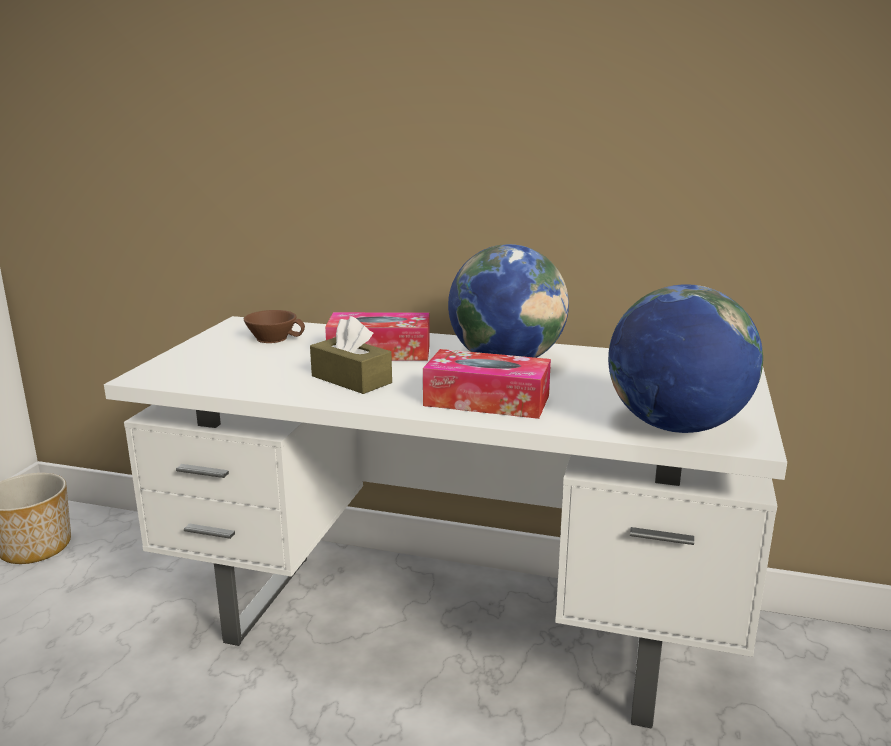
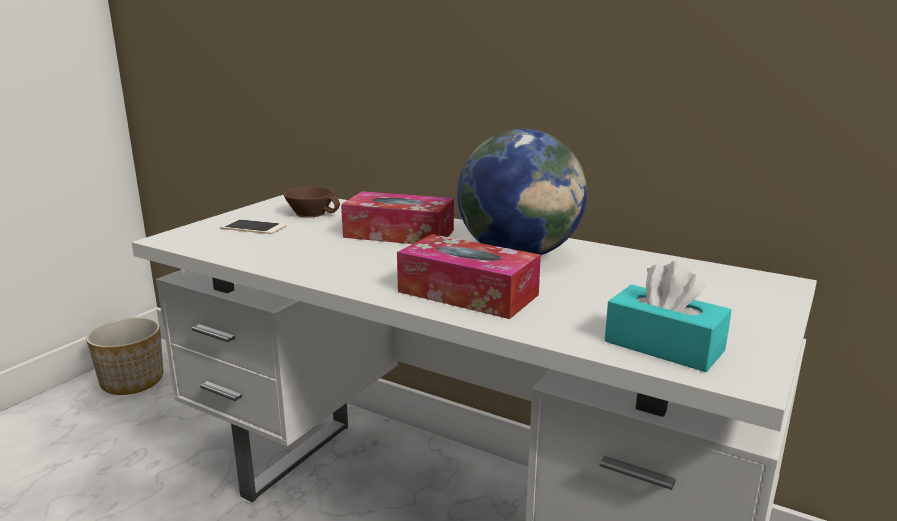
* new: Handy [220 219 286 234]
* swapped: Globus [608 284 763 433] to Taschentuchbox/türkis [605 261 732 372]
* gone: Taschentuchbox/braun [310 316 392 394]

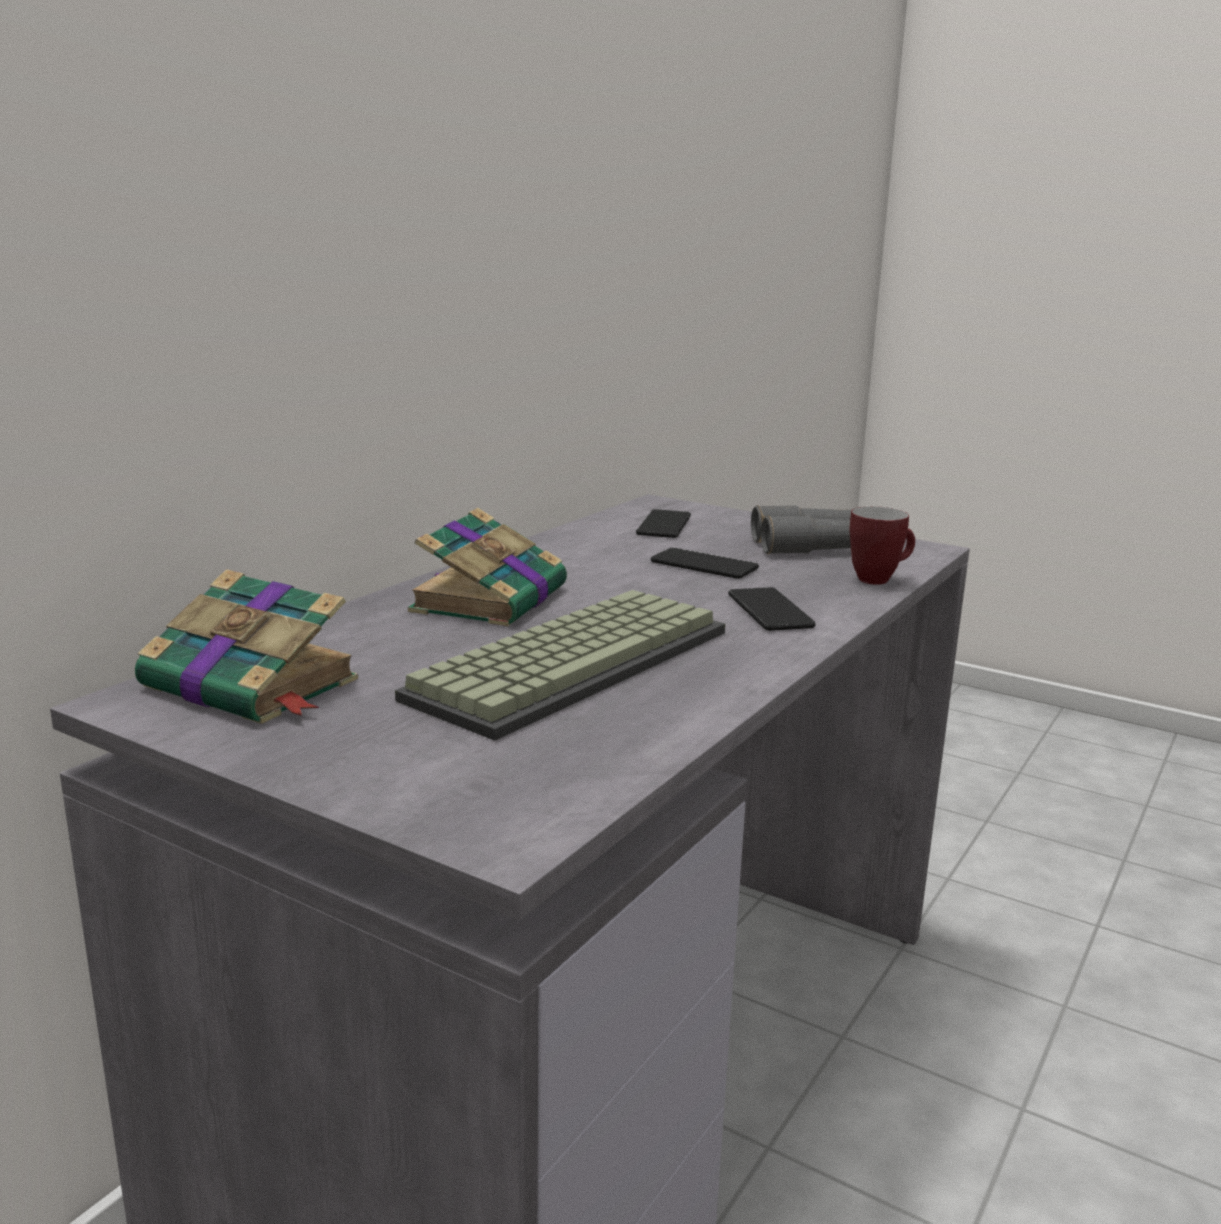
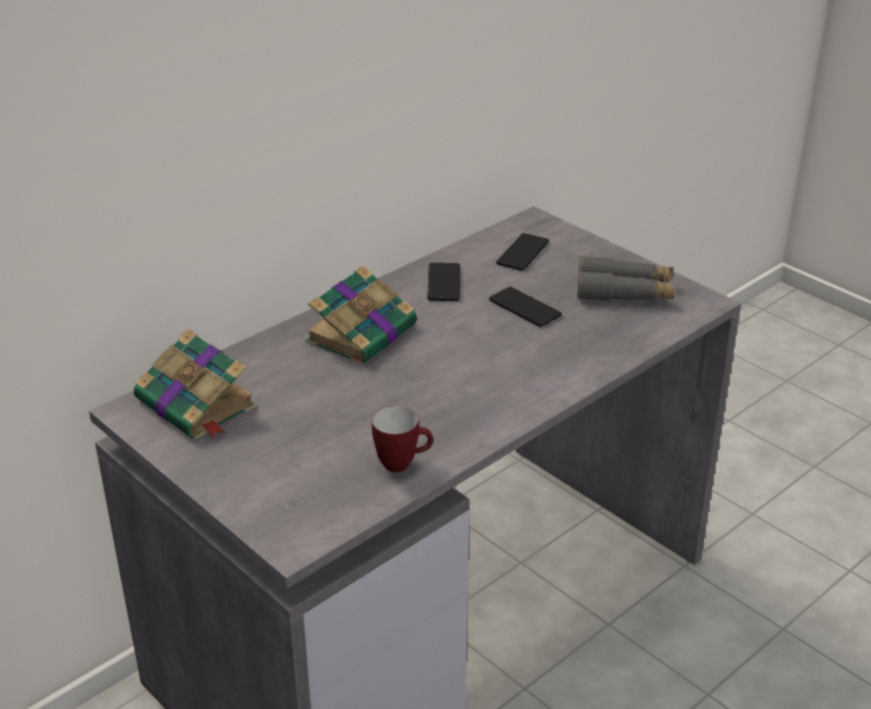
* shifted: Henkelbecher [850 506 915 585] to [372 406 433 472]
* shifted: Handy [728 587 816 631] to [427 263 460 301]
* gone: Tastatur [395 590 725 741]

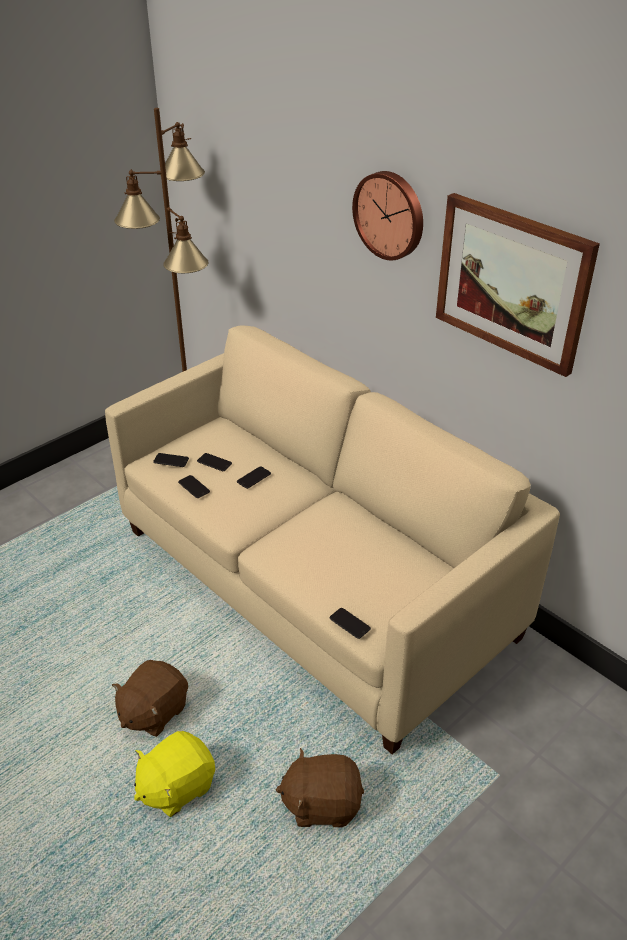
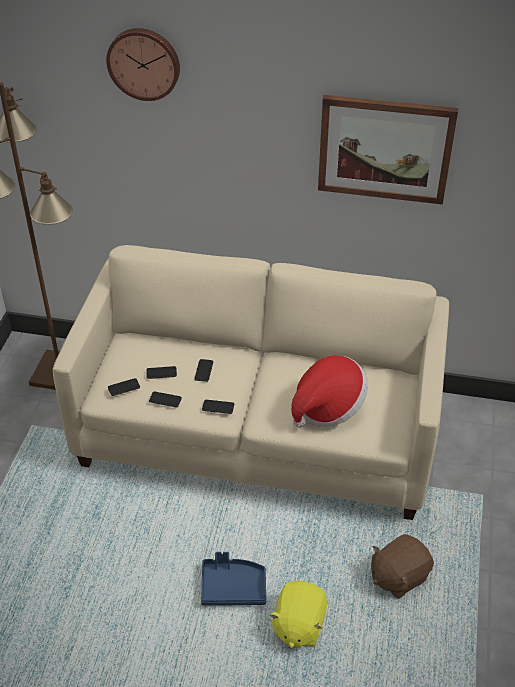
* shifted: Wanduhr [352 171 423 260] to [106 28 180 101]
* swapped: Plüschtier/braun [112 660 188 737] to Tablett/blau [201 552 266 605]
* shifted: Handy [329 608 371 639] to [202 400 234 414]
* new: Hut [291 355 368 428]

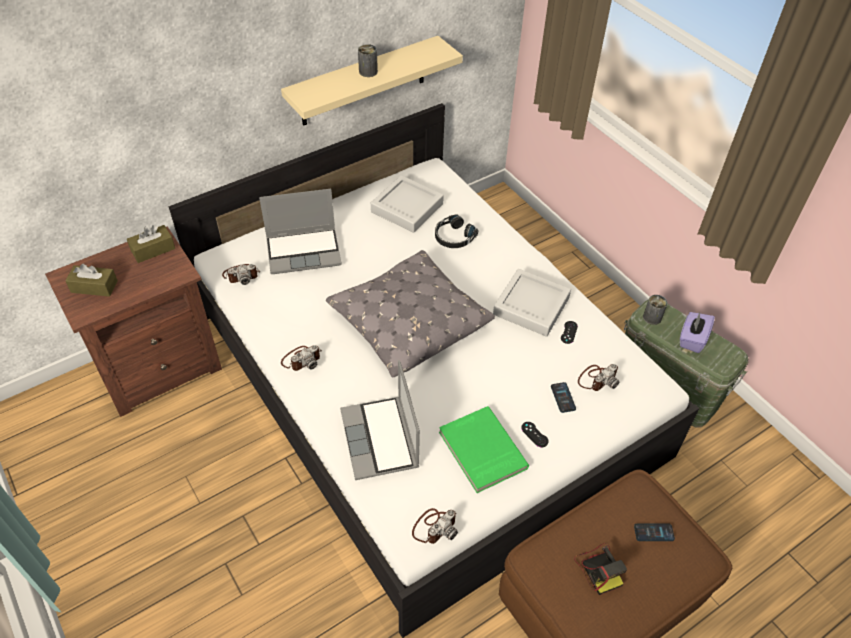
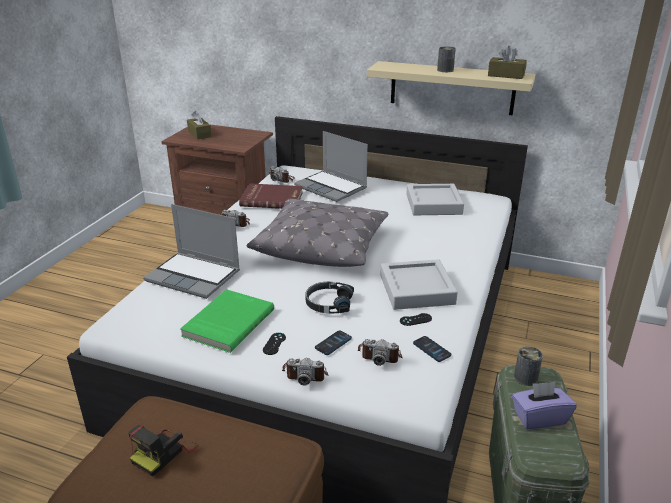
* rotated: Laptop [340 360 420 480] = [143 204 240 299] 105 degrees counterclockwise
* new: Buch/rot [239 183 303 209]
* shifted: Kamera [412 508 458 544] to [282 358 329 386]
* shifted: Kopfhörer/schwarz [435 215 478 248] to [305 282 354 313]
* shifted: Handy [634 524 675 541] to [413 336 451 362]
* shifted: Taschentuchbox/braun [127 225 175 263] to [488 46 527 79]

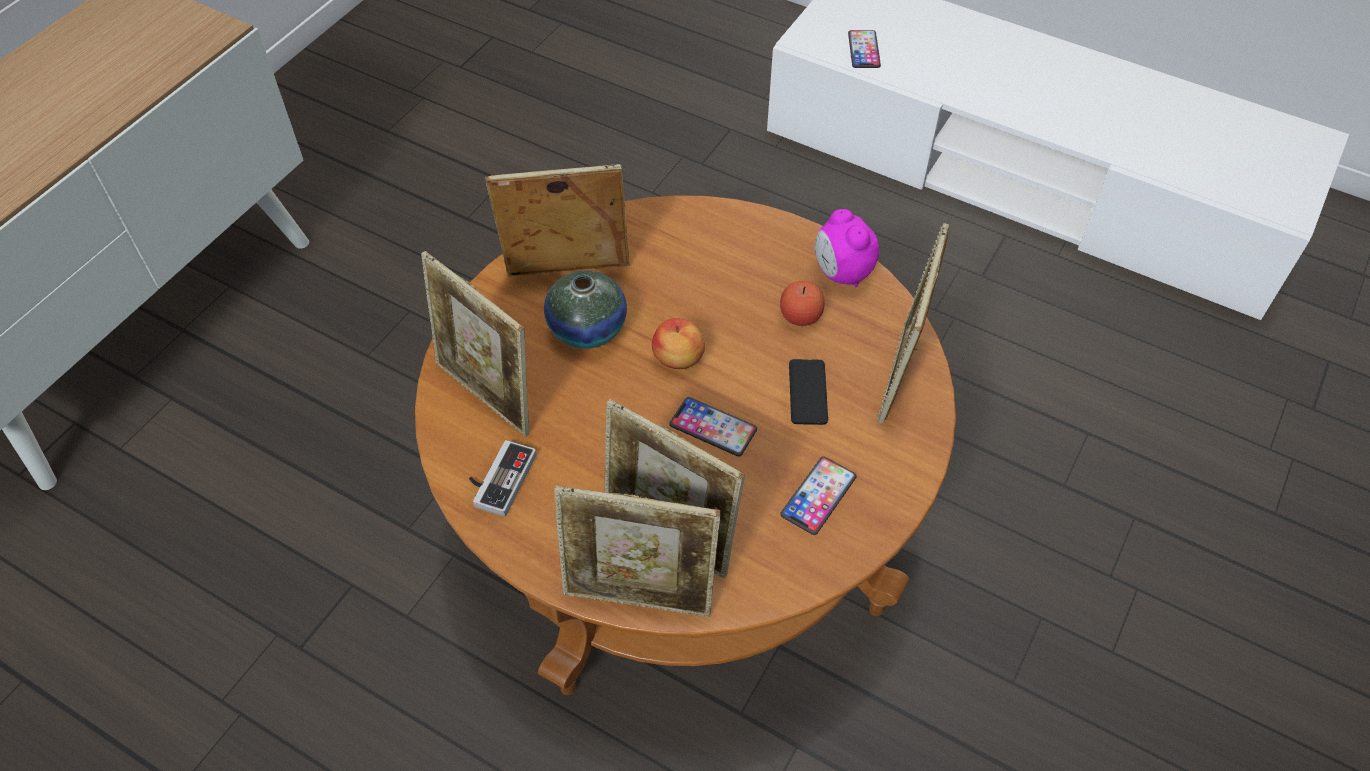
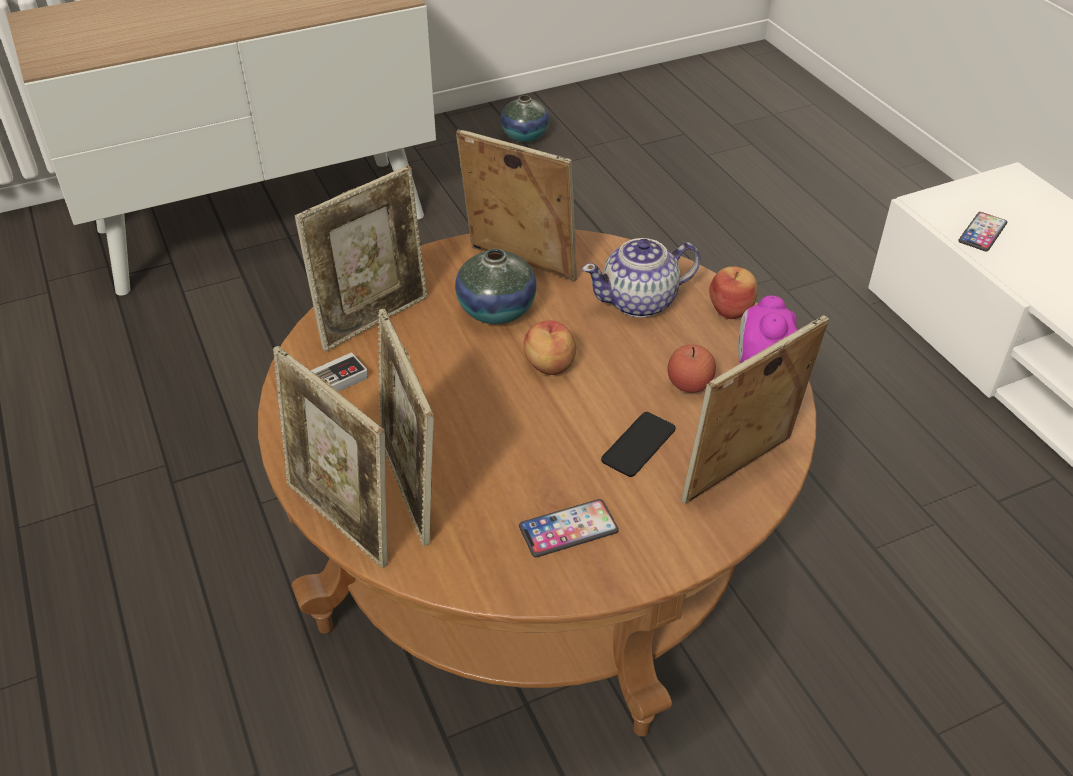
* rotated: Bilderrahmen [421 251 529 437] = [295 166 428 352] 120 degrees counterclockwise
* new: Vase [500 95 549 142]
* new: Teekanne [582 238 701 318]
* new: Apfel [709 266 758 319]
* gone: Handy [669 397 757 457]

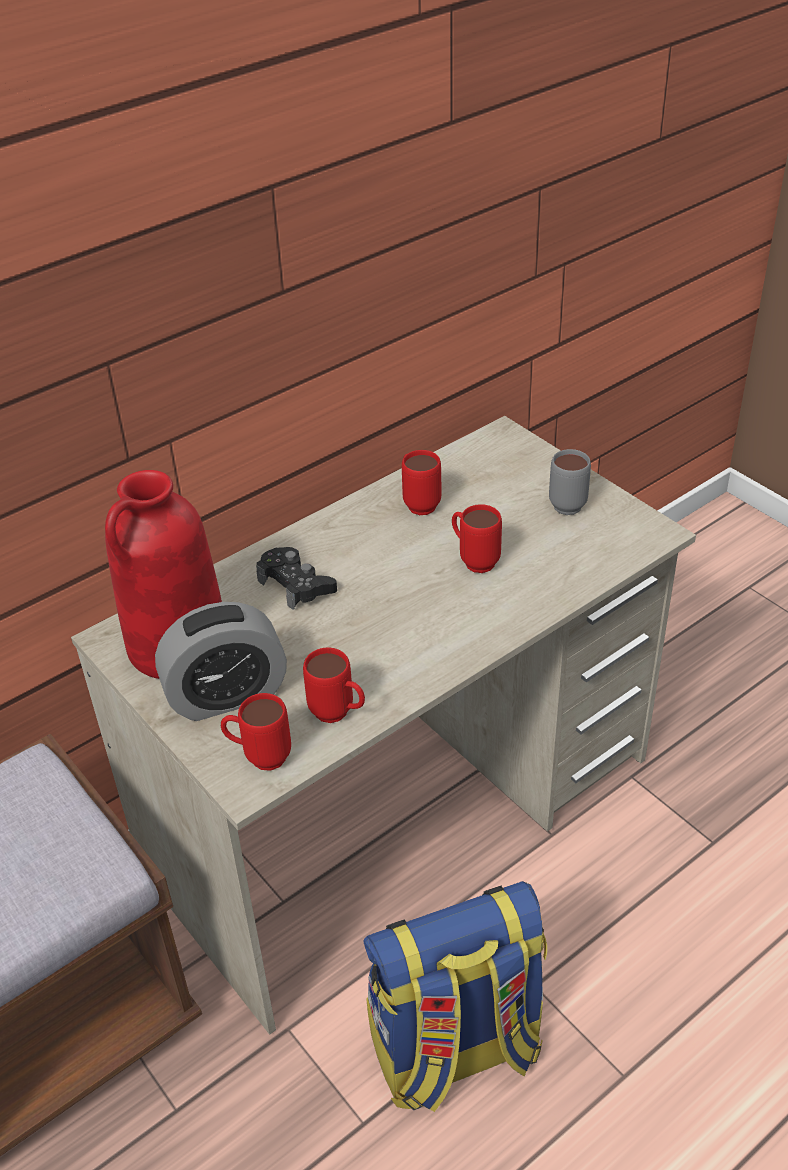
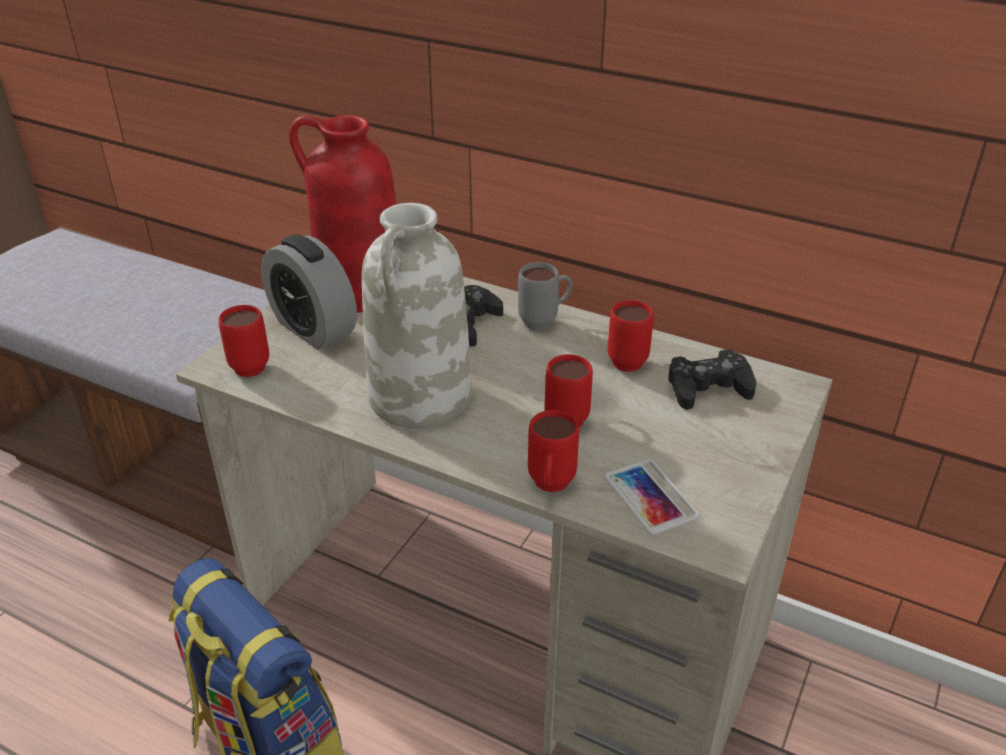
* new: Vase/weiß [362 203 471 428]
* shifted: Henkelbecher/grau [549 449 591 515] to [518 262 572 330]
* shifted: Henkelbecher/rot [303 648 365 723] to [528 410 579 492]
* new: Handy [604 459 700 535]
* new: Gamepad/schwarz [668 349 756 410]

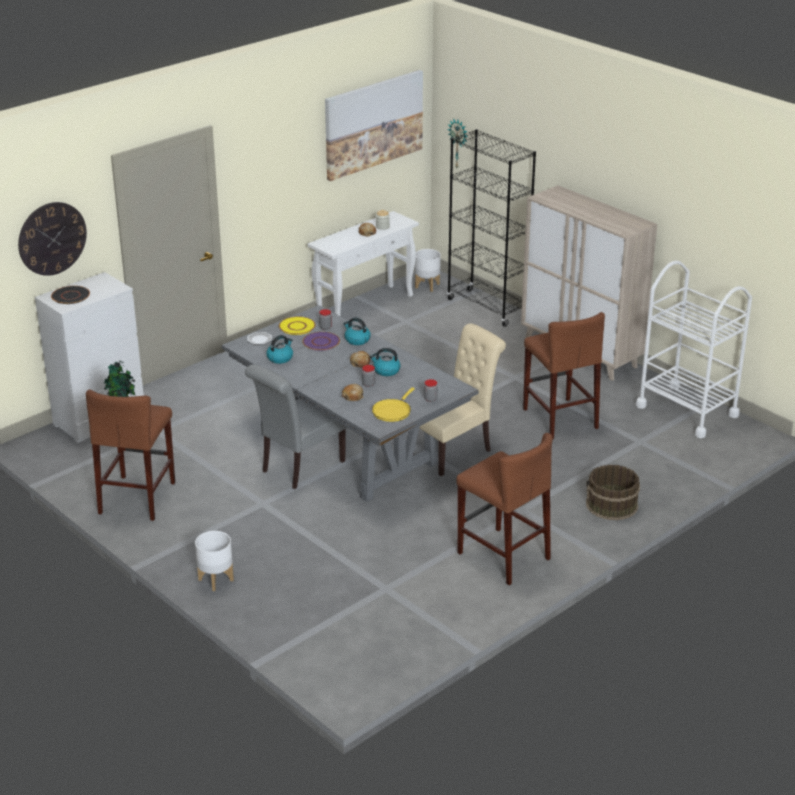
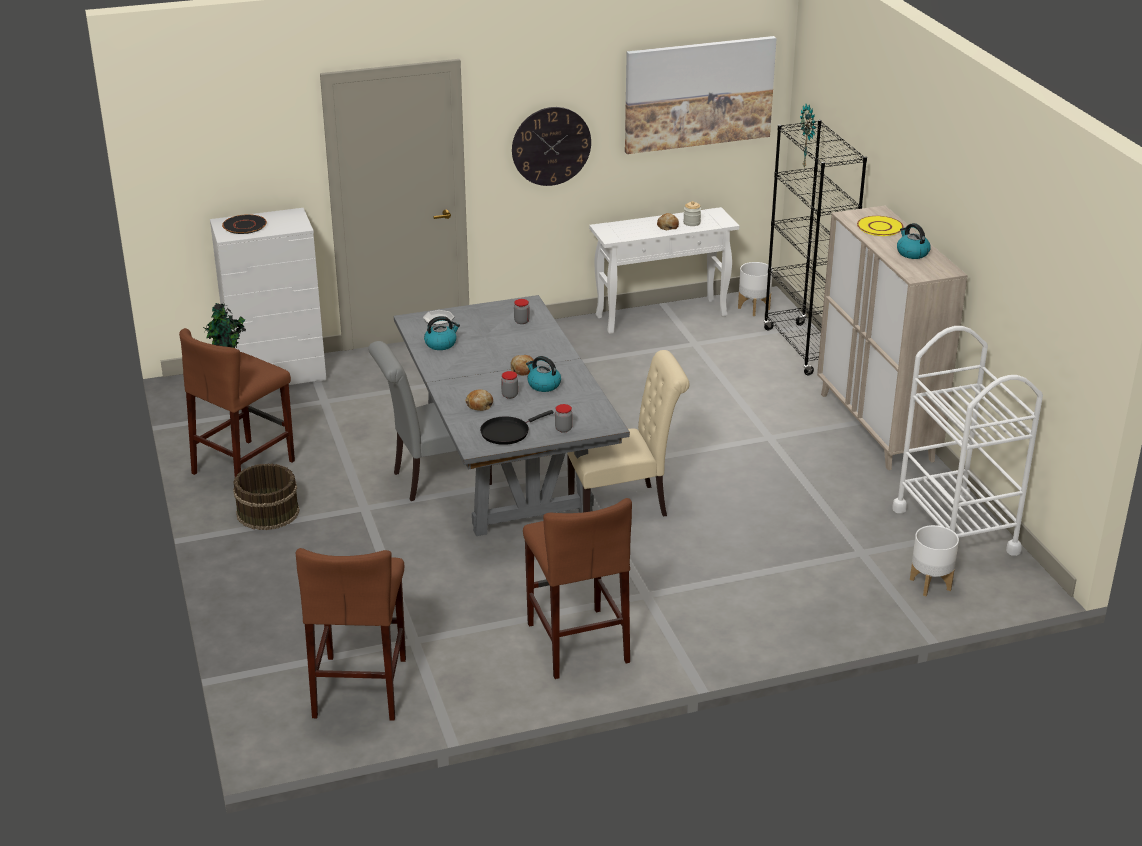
* shifted: Eimer/braun [586 465 640 520] to [233 463 300 530]
* shifted: Hocker/braun [523 312 605 439] to [296 548 406 721]
* repainted: Pfanne/gelb [372 387 415 422] to Pfanne/schwarz [480 410 554 445]
* shifted: Wanduhr [18 202 87 276] to [512 107 591 186]
* shifted: Teller/gelb [279 316 316 335] to [857 216 904 236]
* shifted: Wasserkessel [343 317 371 345] to [897 223 931 259]
* shifted: Pflanzkübel/weiß [195 531 234 591] to [910 525 959 596]
* gone: Teller/lila [303 332 340 351]

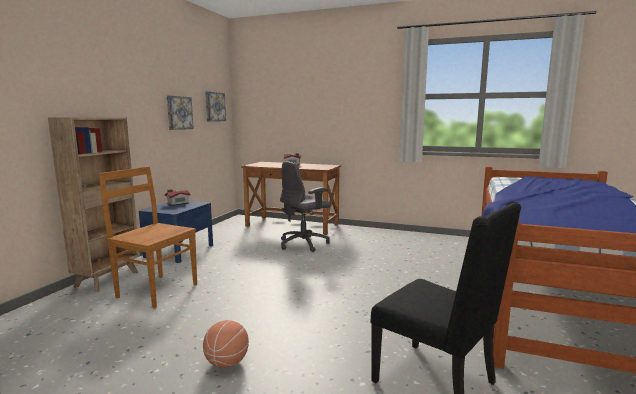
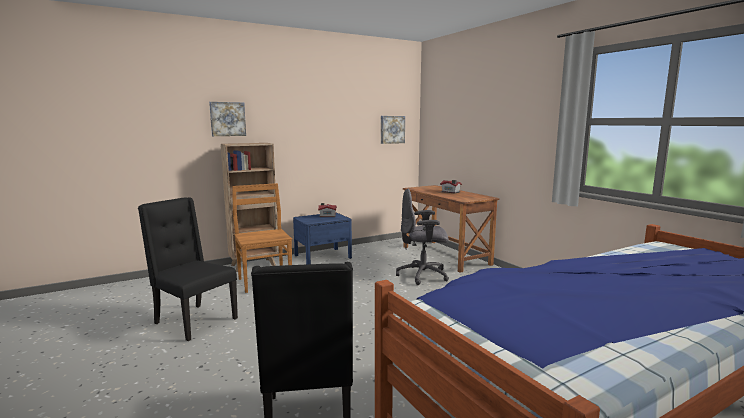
* new: Stuhl/schwarz [138 197 238 341]
* shifted: Bild [167 96 194 130] to [209 102 246 136]
* gone: Basketball [203 320 249 368]

